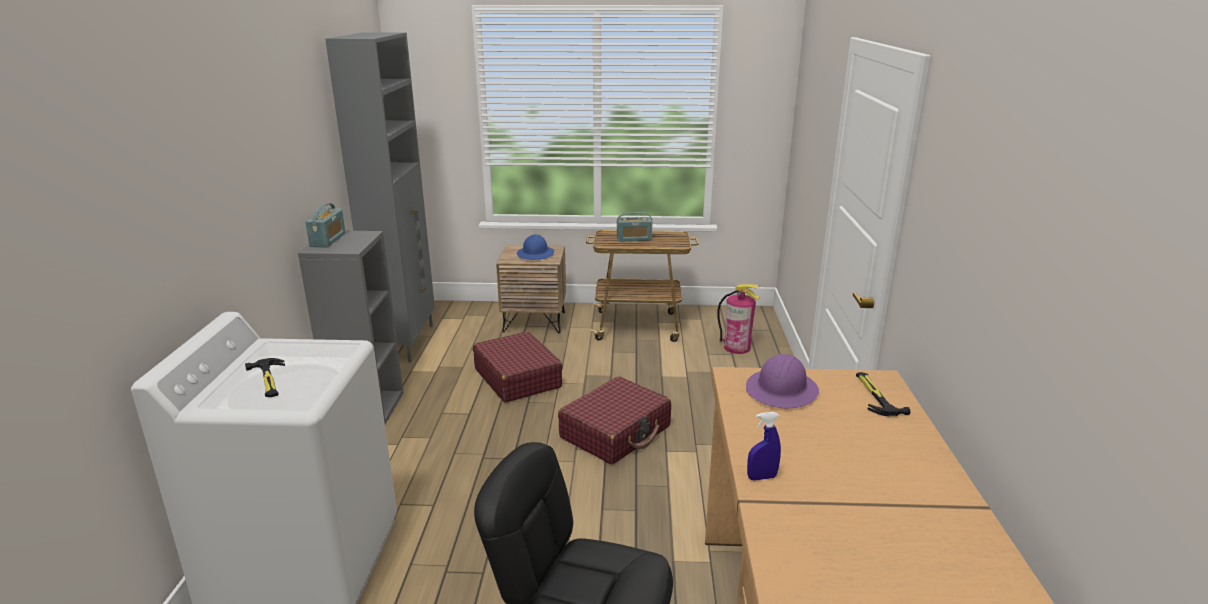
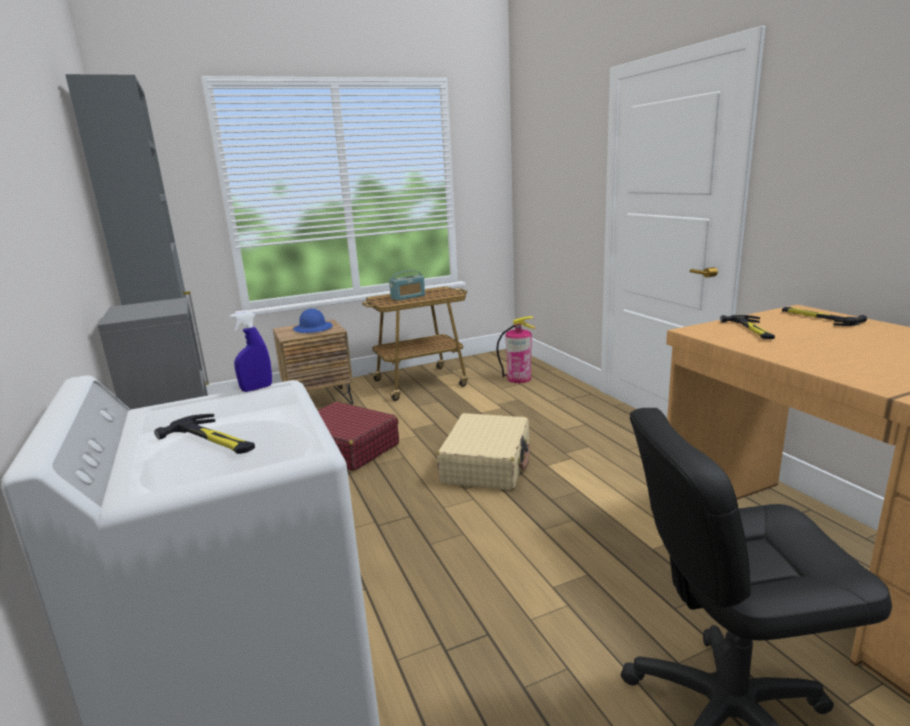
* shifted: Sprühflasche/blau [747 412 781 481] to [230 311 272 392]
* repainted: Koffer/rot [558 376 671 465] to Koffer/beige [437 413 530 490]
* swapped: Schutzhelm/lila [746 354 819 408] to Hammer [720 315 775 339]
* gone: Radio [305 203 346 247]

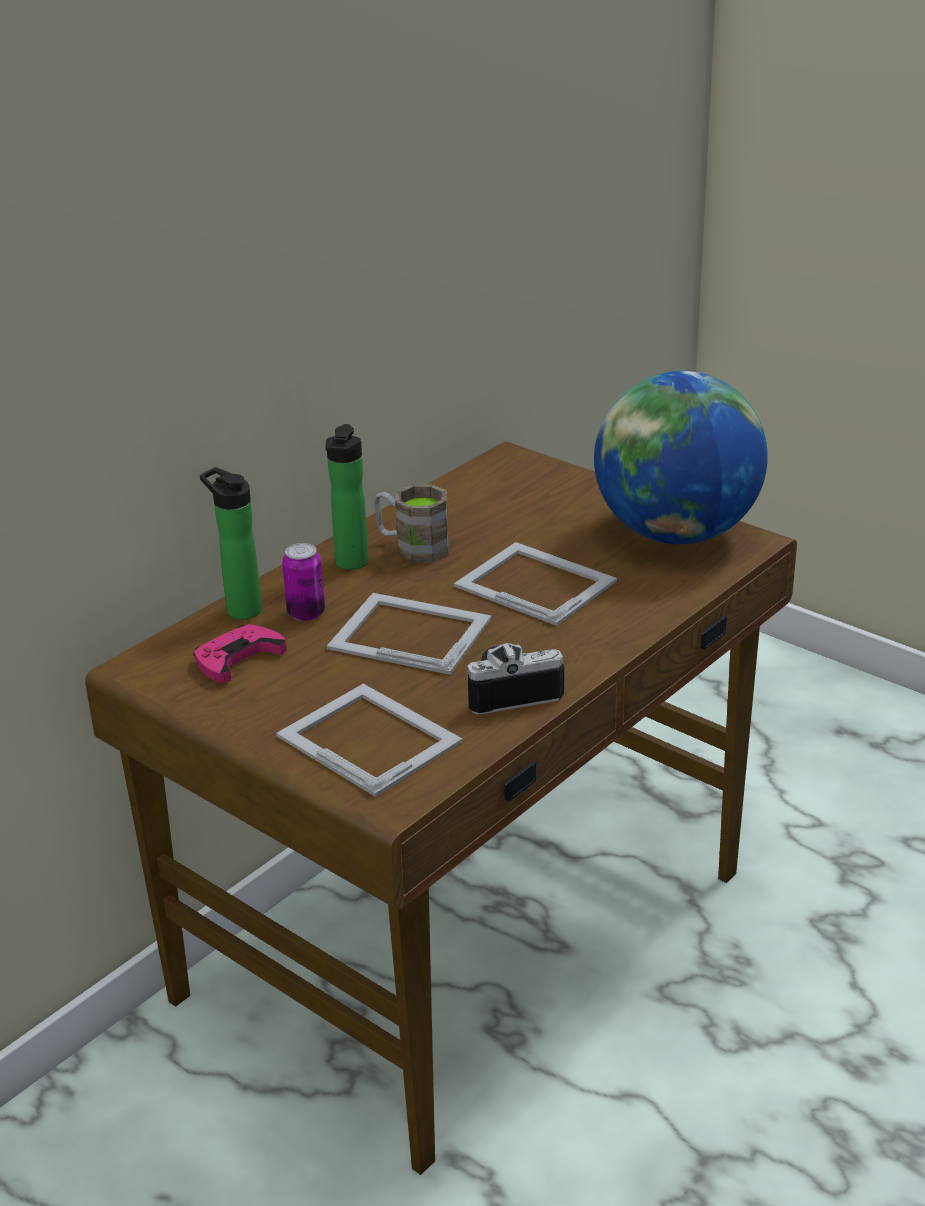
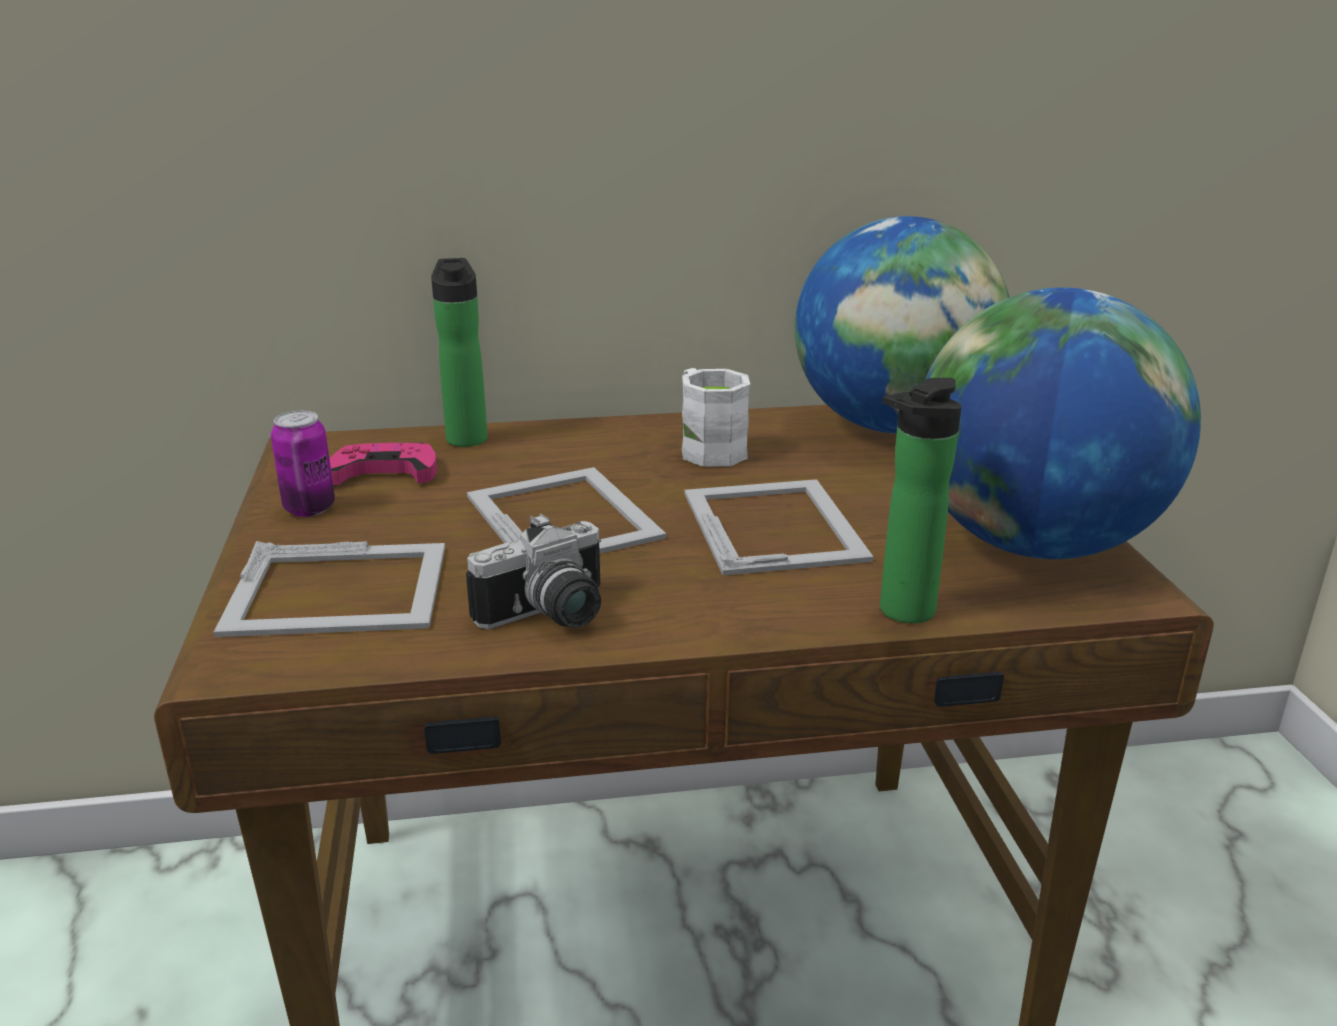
* rotated: Bilderrahmen [276 684 463 797] = [214 541 445 637] 90 degrees clockwise
* shifted: Dose [282 543 325 621] to [271 411 335 517]
* rotated: Kamera [467 643 565 715] = [466 513 601 629] 120 degrees clockwise
* repainted: Henkelbecher/braun [374 484 449 563] to Henkelbecher/weiß [682 368 751 467]
* new: Globus [795 216 1009 434]
* shifted: Flasche [325 424 369 570] to [880 378 962 623]

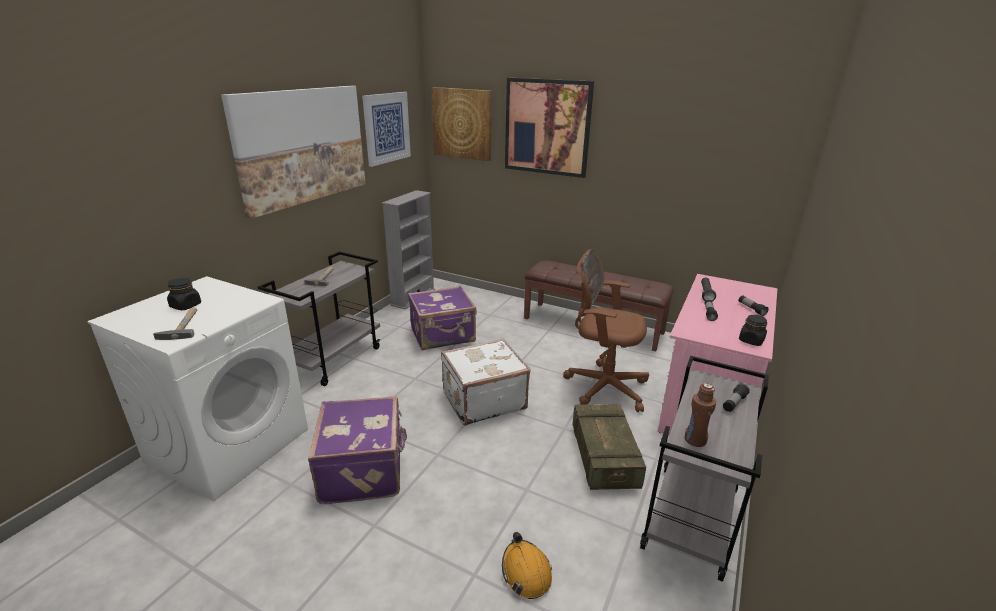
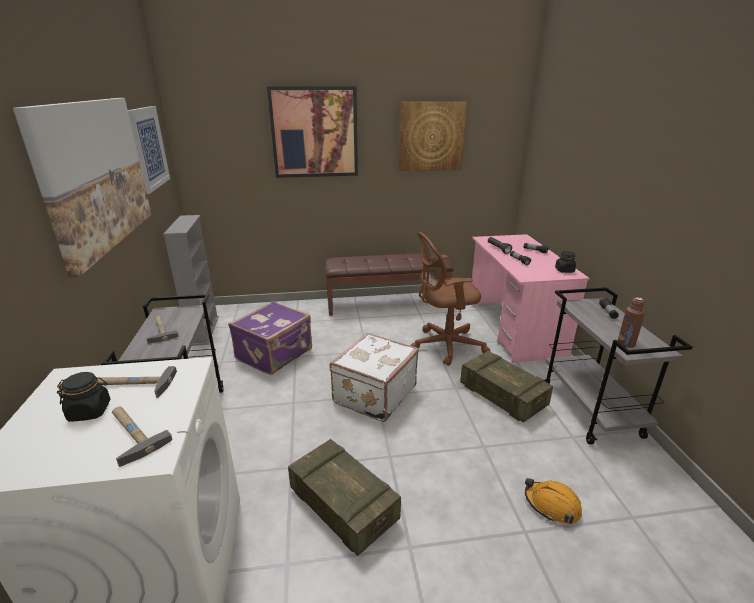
* new: Hammer [97 366 177 398]
* swapped: Koffer/lila [308 396 407 504] to Kiste [288 439 401 556]
* shifted: Bild [432 87 492 161] to [399 102 467 171]

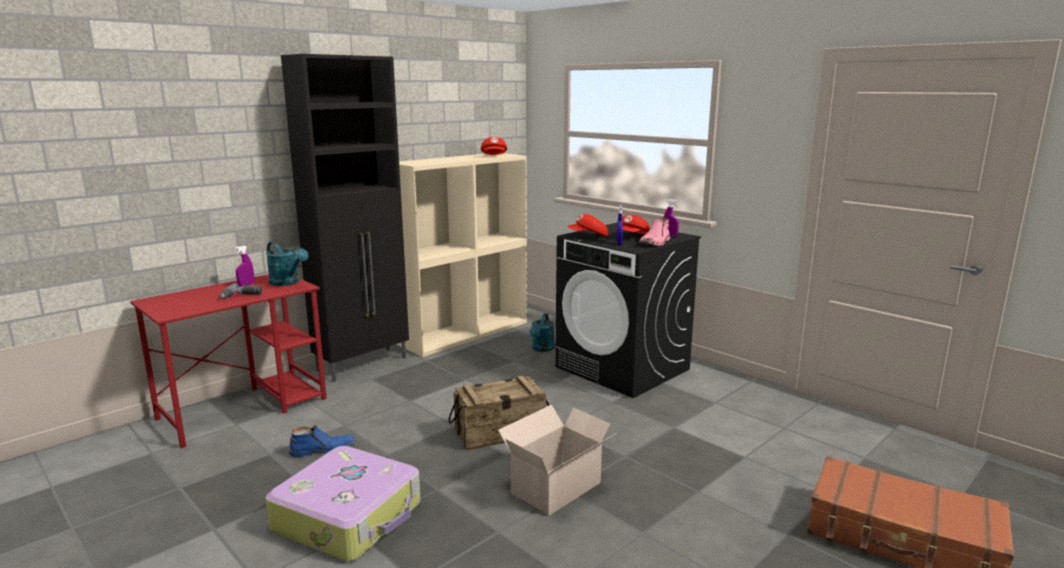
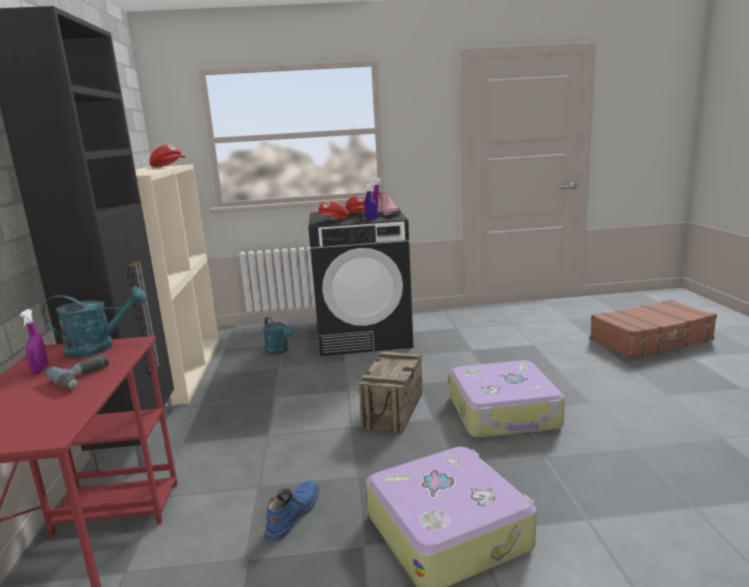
* swapped: Karton [498 405 617 515] to Koffer [449 360 565 438]

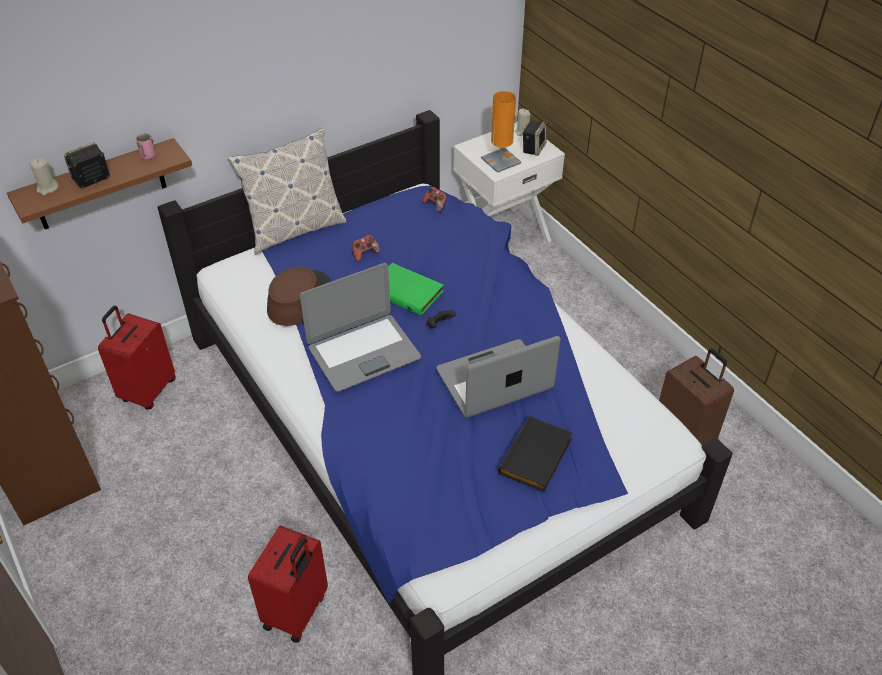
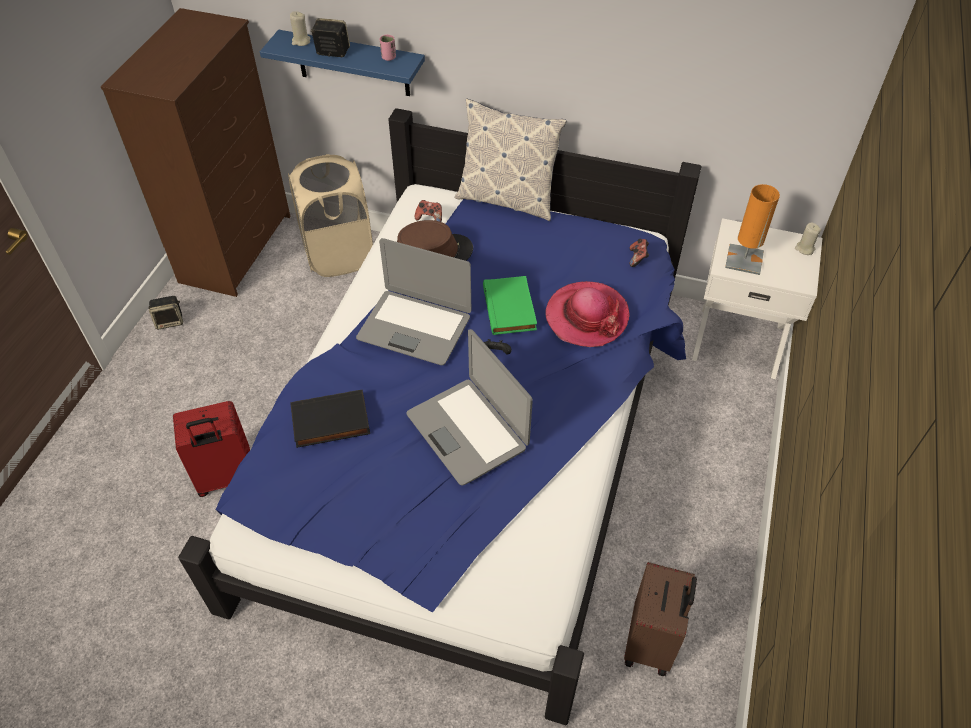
* shifted: Lautsprecher [523 120 546 156] to [148 296 183 330]
* repainted: Wandregal/braun [7 138 192 229] to Wandregal/blau [260 30 425 96]
* swapped: Koffer/rot [98 306 176 410] to Wäschekorb/beige [288 154 373 277]
* shifted: Buch/schwarz [498 416 573 492] to [290 390 370 448]
* rotated: Laptop [436 336 561 417] = [406 329 533 485] 150 degrees counterclockwise
* shifted: Gamepad [352 235 381 262] to [415 200 442 222]
* new: Hut [545 281 629 347]

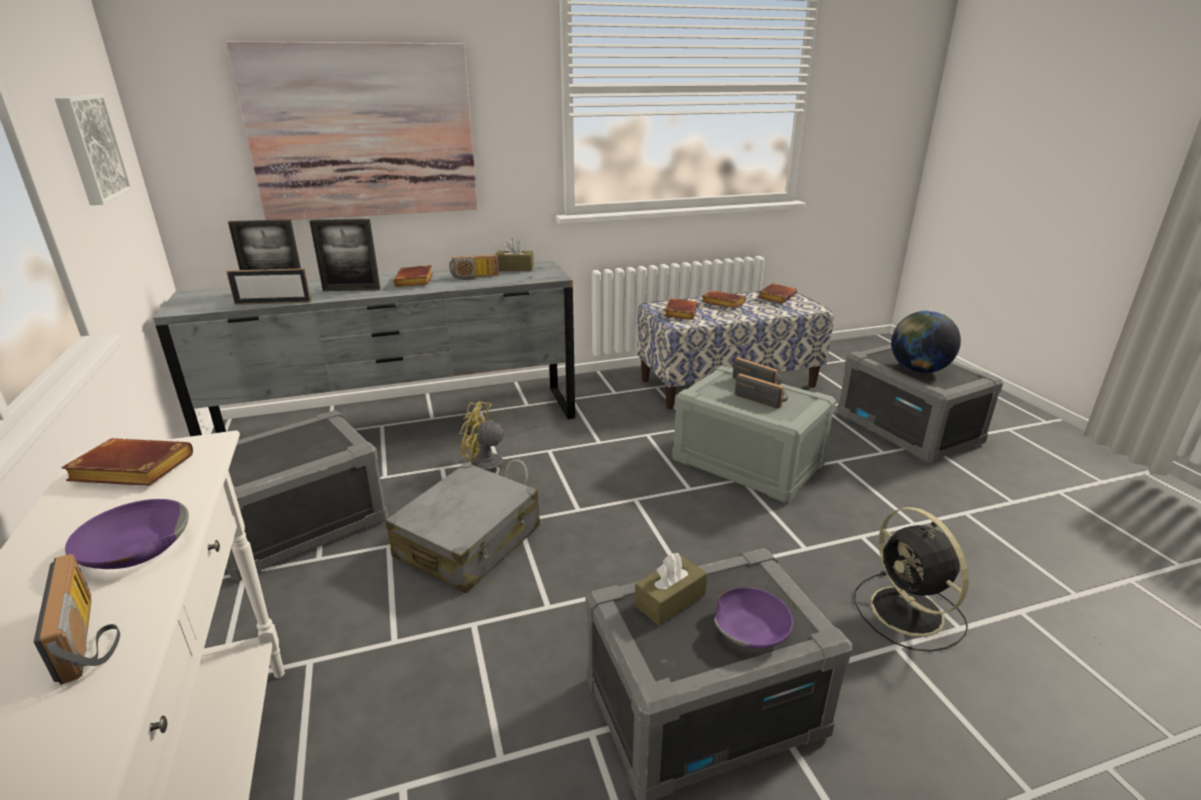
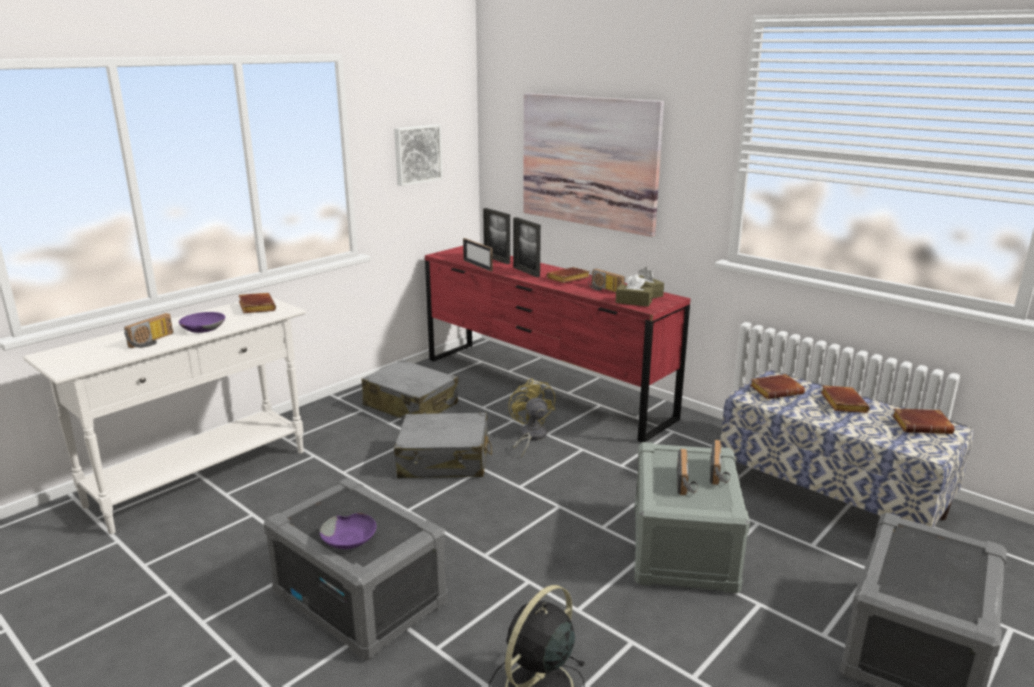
* swapped: Aufbewahrungsbox/grau [226 410 388 581] to Koffer/grau [362 359 458 419]
* repainted: Kommode/grau [153 261 575 437] to Kommode/rot [425 246 691 442]
* shifted: Taschentuchbox/braun [635 553 707 625] to [616 274 653 307]
* gone: Globus [891 311 961 373]

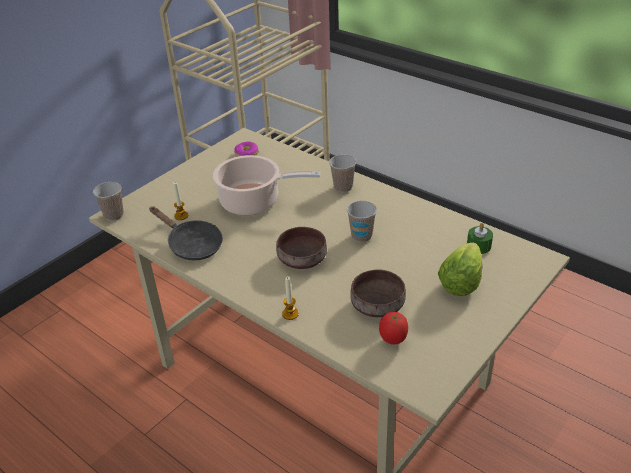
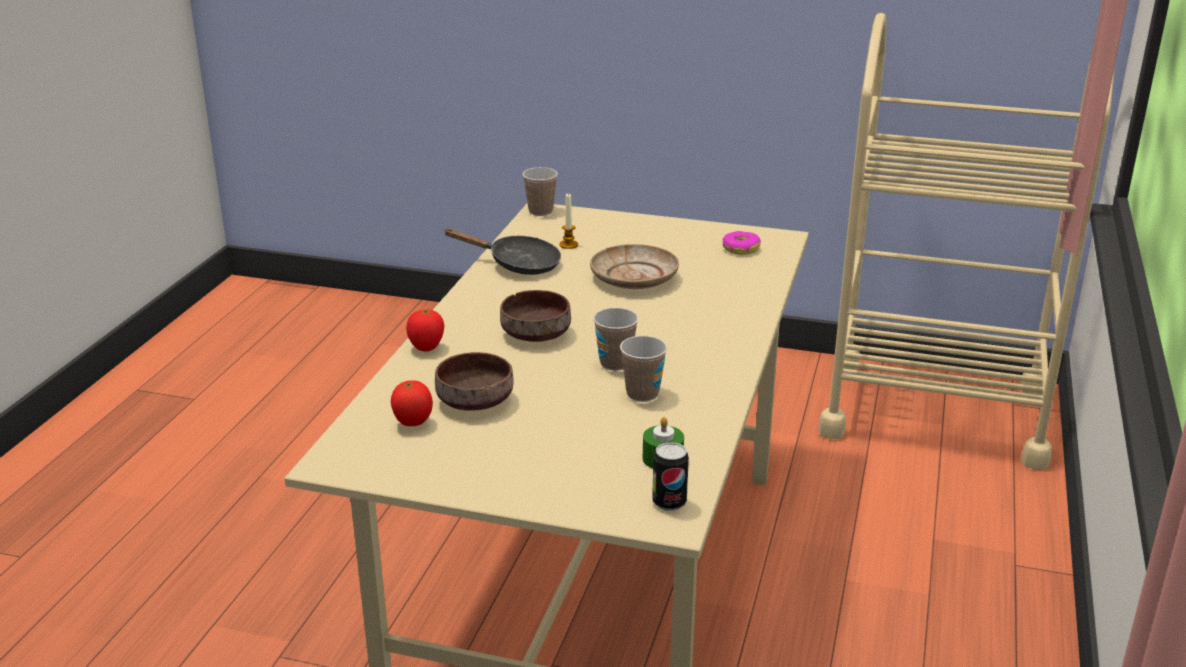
* swapped: Kerze [282 276 299 320] to Tomate [406 309 444 352]
* rotated: Pfanne/schwarz [149 206 223 260] = [443 229 561 275] 90 degrees counterclockwise
* swapped: Kochtopf [213 155 320 215] to Teller/beige [590 244 679 289]
* shifted: Tasse [329 154 356 193] to [620 336 667 402]
* new: Dose [652 442 689 511]
* gone: Salatkopf [438 242 482 296]

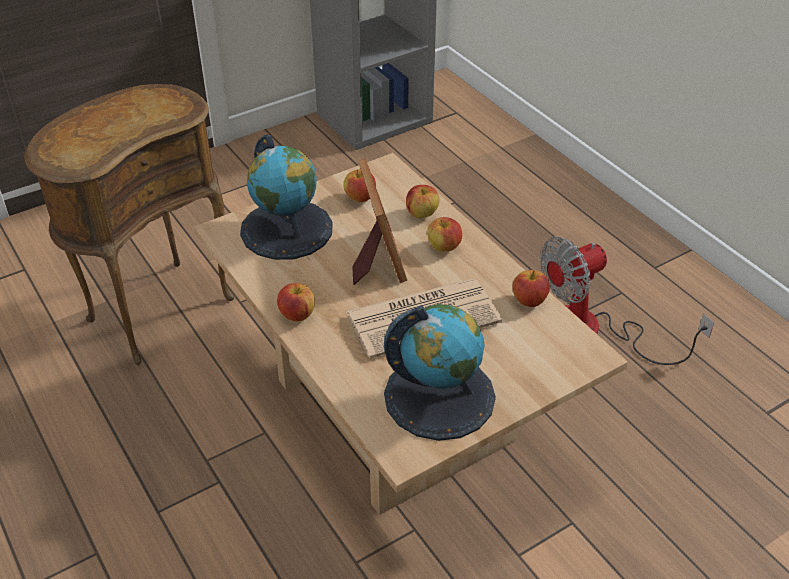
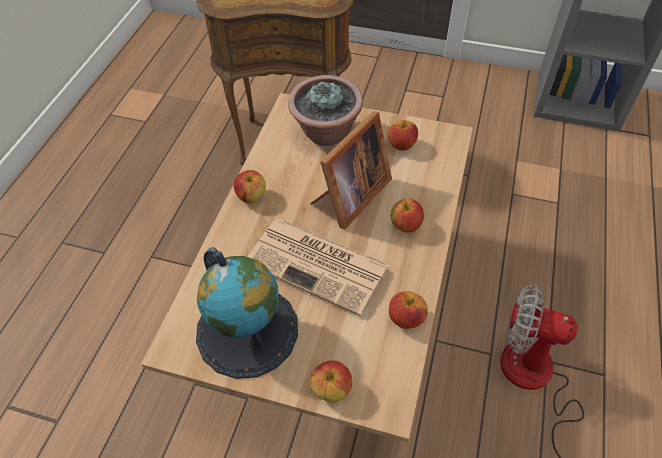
* swapped: Globus [240 135 333 260] to Topfpflanze [288 75 363 146]
* shifted: Apfel [406 185 439 218] to [310 360 352 403]

